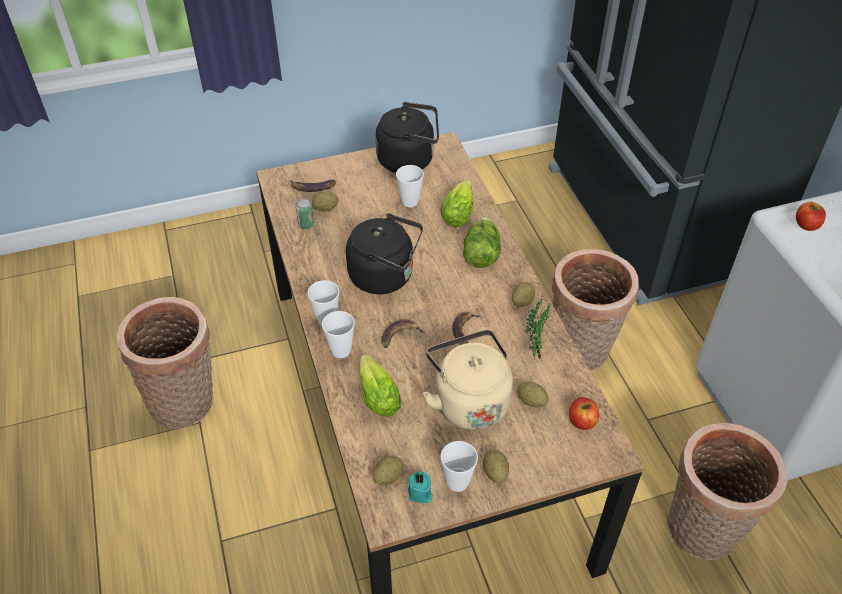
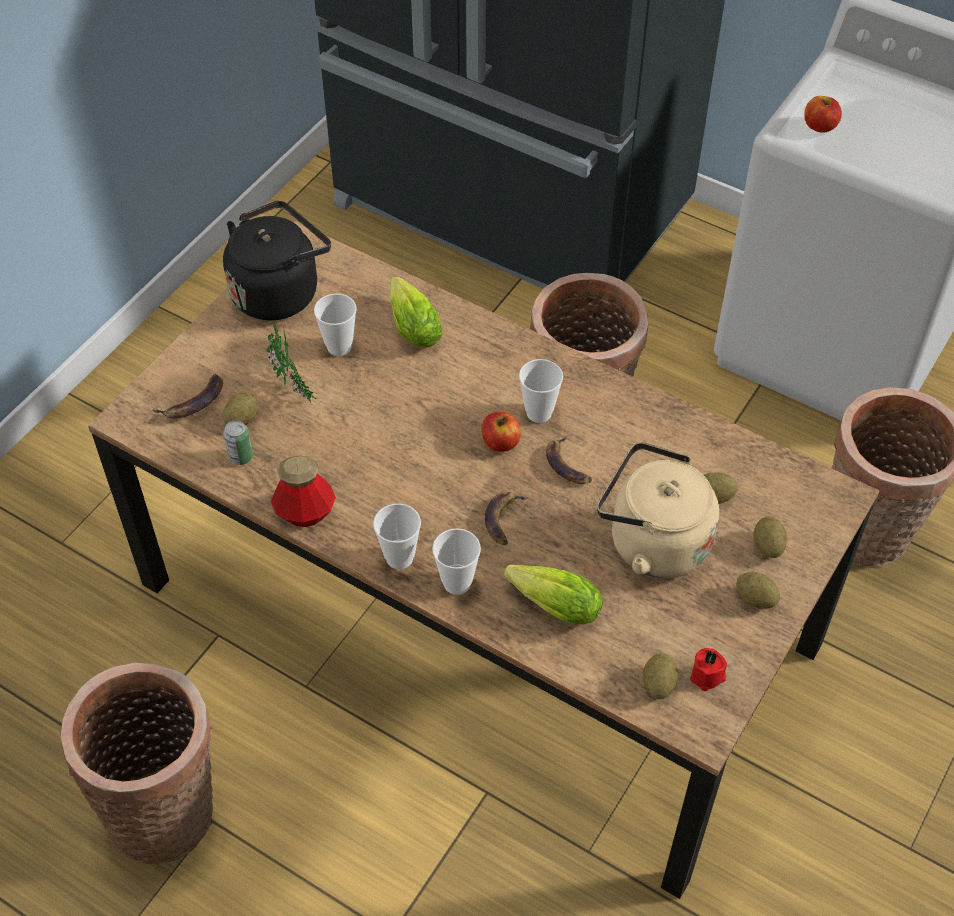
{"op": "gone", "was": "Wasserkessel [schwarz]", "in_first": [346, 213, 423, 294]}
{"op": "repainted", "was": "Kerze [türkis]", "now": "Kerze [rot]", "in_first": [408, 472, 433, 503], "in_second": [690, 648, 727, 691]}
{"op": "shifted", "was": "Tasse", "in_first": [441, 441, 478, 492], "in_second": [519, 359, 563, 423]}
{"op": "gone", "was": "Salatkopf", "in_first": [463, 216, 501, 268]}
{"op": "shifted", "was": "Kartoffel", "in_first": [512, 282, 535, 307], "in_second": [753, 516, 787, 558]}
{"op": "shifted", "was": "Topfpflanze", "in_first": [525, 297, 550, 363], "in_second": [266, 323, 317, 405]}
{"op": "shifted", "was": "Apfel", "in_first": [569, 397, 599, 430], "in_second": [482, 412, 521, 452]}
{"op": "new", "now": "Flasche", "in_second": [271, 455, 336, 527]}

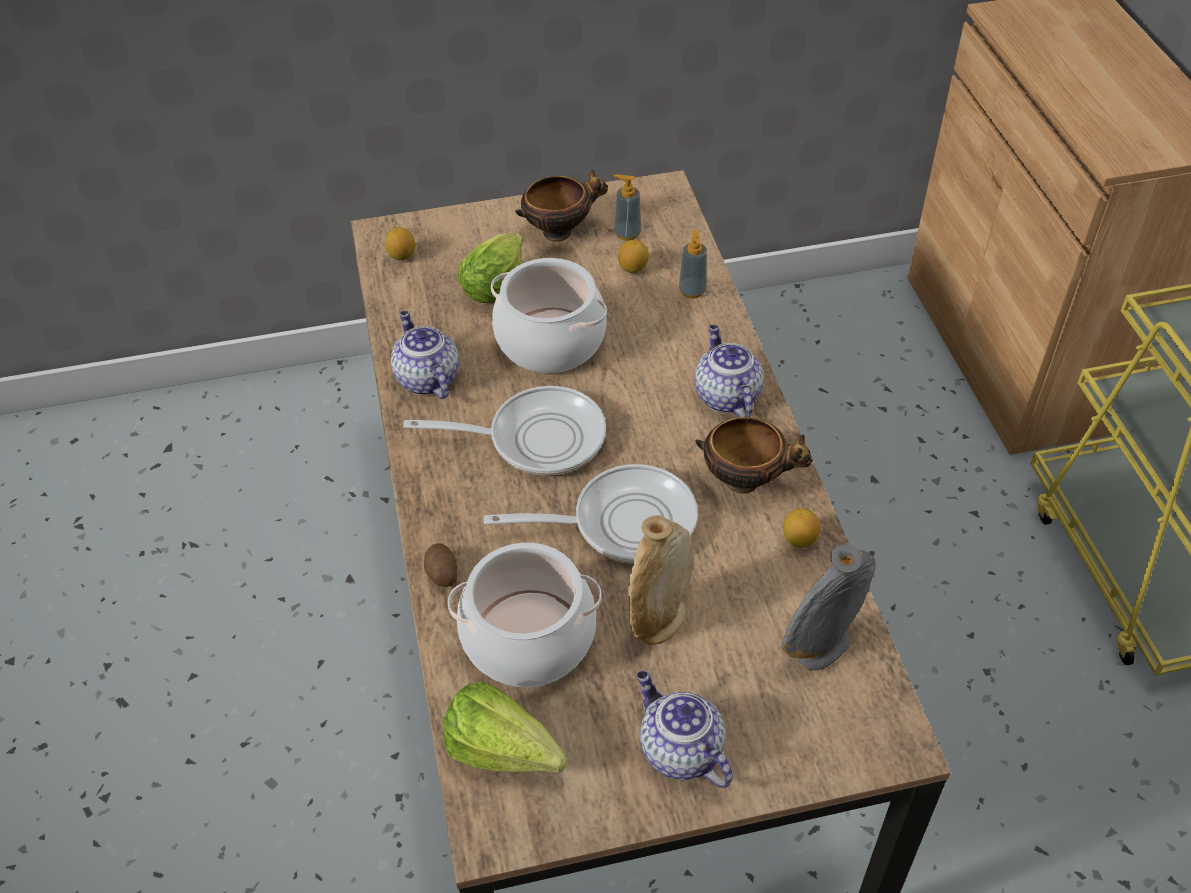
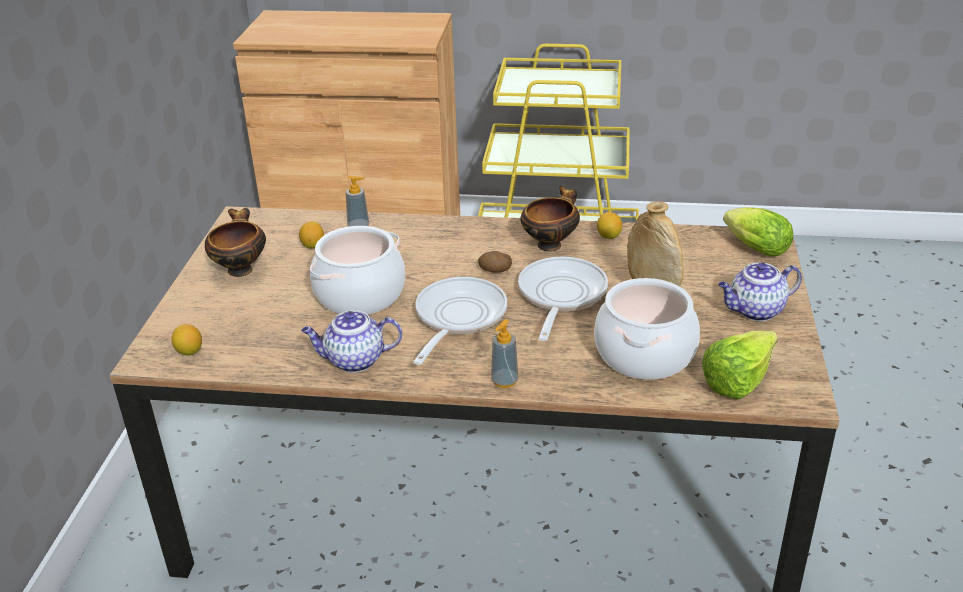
{"op": "shifted", "was": "Kartoffel", "in_first": [424, 543, 457, 587], "in_second": [478, 251, 512, 273]}
{"op": "shifted", "was": "Salatkopf", "in_first": [458, 232, 523, 303], "in_second": [723, 207, 793, 256]}
{"op": "shifted", "was": "Seifenspender", "in_first": [614, 174, 641, 241], "in_second": [491, 319, 518, 388]}
{"op": "gone", "was": "Teekanne", "in_first": [695, 325, 764, 417]}
{"op": "gone", "was": "Vase [grau]", "in_first": [781, 545, 876, 670]}

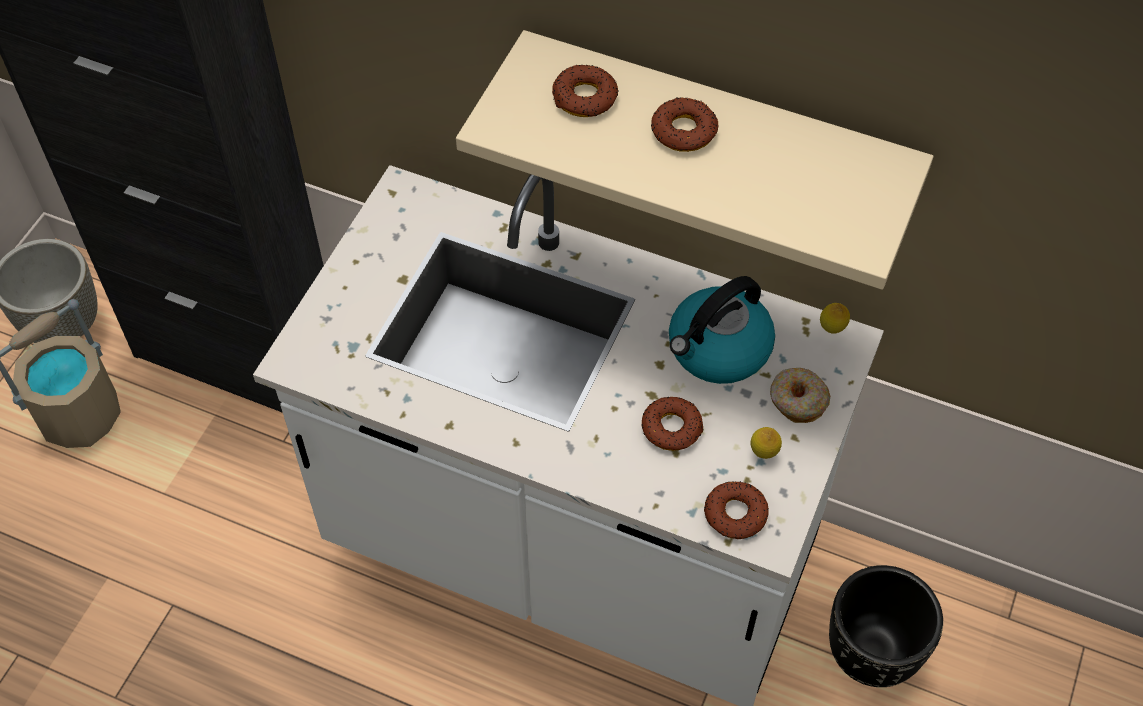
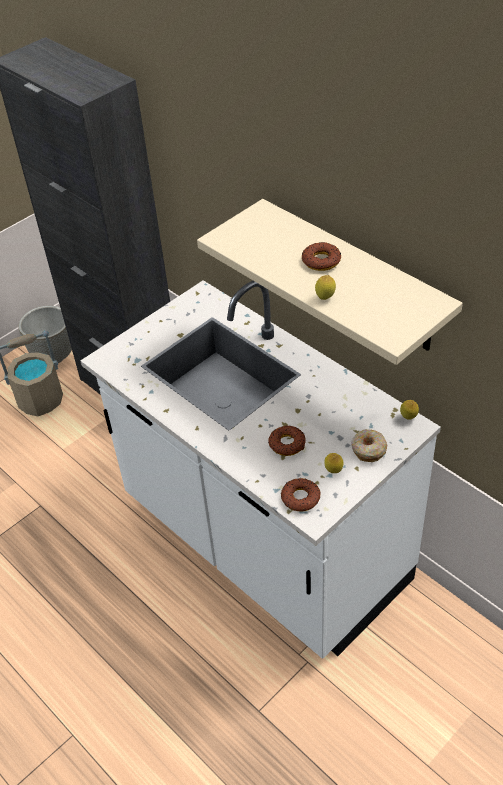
{"op": "gone", "was": "Donut", "in_first": [552, 65, 619, 117]}
{"op": "gone", "was": "Wasserkessel", "in_first": [669, 276, 775, 384]}
{"op": "gone", "was": "Pflanzkübel [schwarz]", "in_first": [829, 565, 943, 687]}
{"op": "new", "now": "Zitrone", "in_second": [315, 275, 336, 300]}

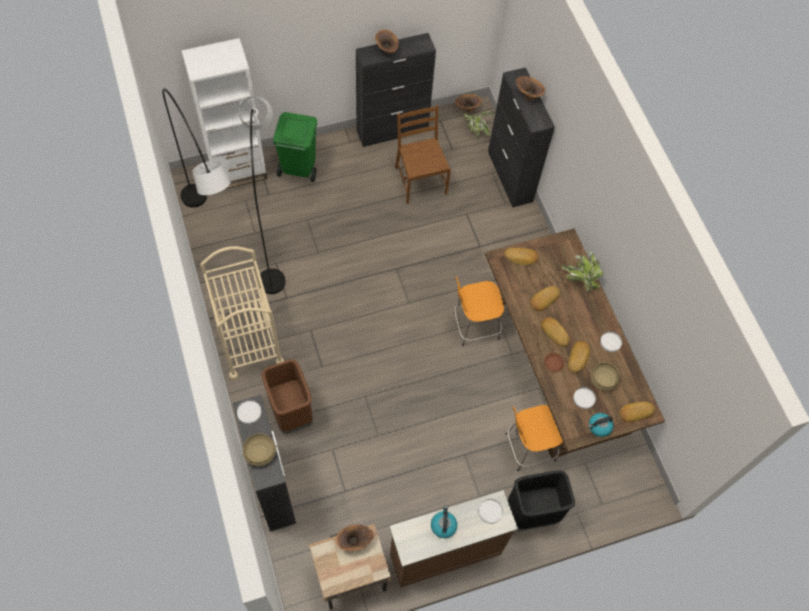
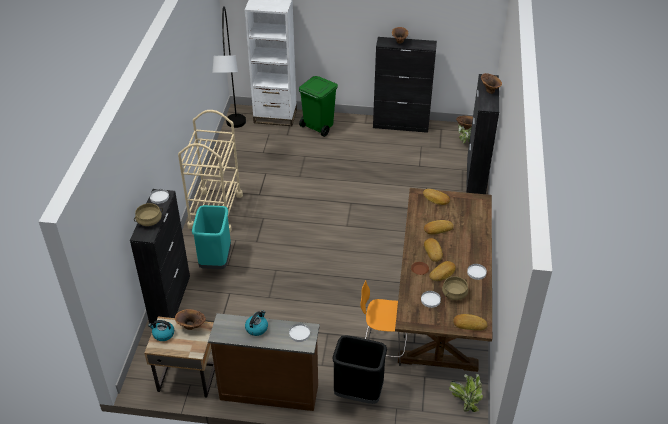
{"op": "gone", "was": "Stehlampe [grau]", "in_first": [239, 96, 286, 294]}
{"op": "repainted", "was": "Mülleimer [braun]", "now": "Mülleimer [türkis]", "in_first": [262, 360, 313, 434], "in_second": [192, 205, 231, 269]}
{"op": "gone", "was": "Stuhl [braun]", "in_first": [395, 105, 451, 204]}
{"op": "gone", "was": "Hocker [orange]", "in_first": [454, 276, 504, 346]}
{"op": "shifted", "was": "Topfpflanze", "in_first": [562, 251, 603, 292], "in_second": [449, 374, 483, 412]}
{"op": "shifted", "was": "Wasserkessel", "in_first": [588, 413, 613, 437], "in_second": [148, 320, 174, 341]}

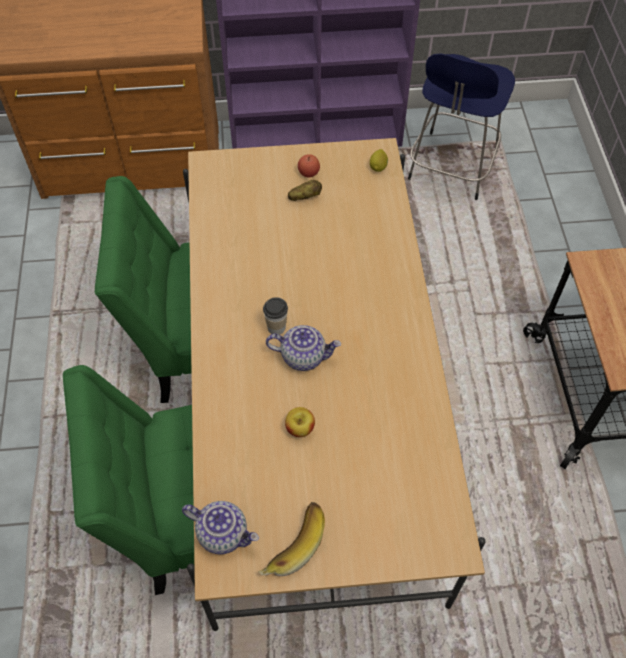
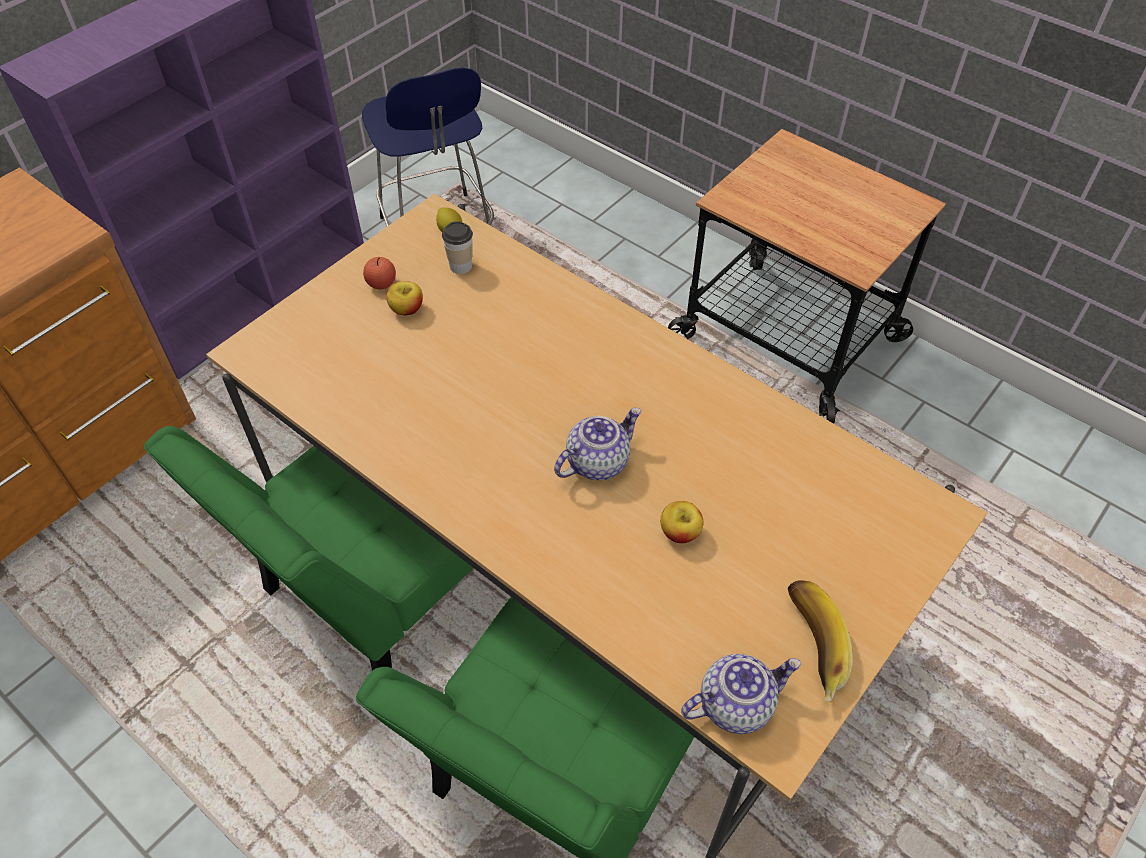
{"op": "shifted", "was": "Tasse", "in_first": [263, 297, 288, 335], "in_second": [442, 221, 473, 274]}
{"op": "swapped", "was": "Kartoffel", "now": "Apfel", "in_first": [288, 180, 322, 201], "in_second": [386, 281, 423, 315]}

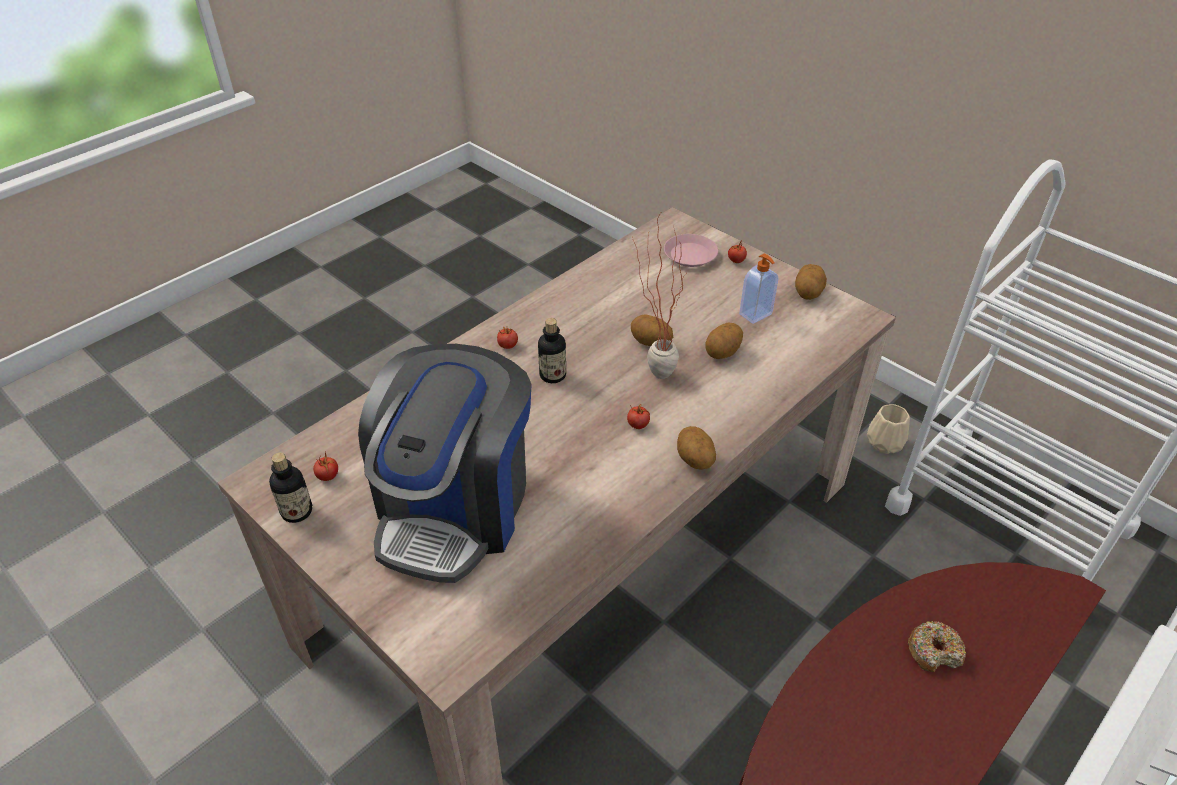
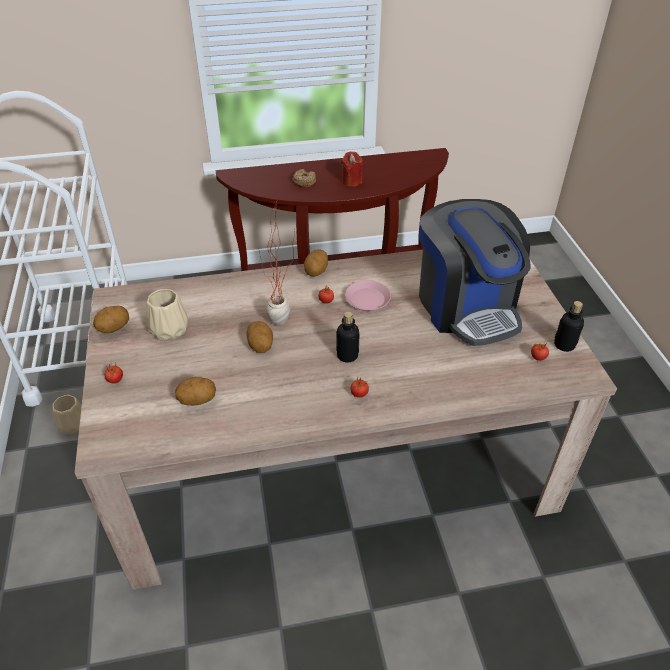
{"op": "rotated", "was": "Kaffeemaschine", "in_first": [358, 344, 532, 583], "in_second": [419, 199, 531, 346], "clockwise": 105}
{"op": "shifted", "was": "Teller [rosa]", "in_first": [664, 234, 718, 267], "in_second": [345, 280, 391, 311]}
{"op": "shifted", "was": "Kartoffel", "in_first": [705, 322, 743, 359], "in_second": [175, 377, 216, 406]}
{"op": "swapped", "was": "Seifenspender", "now": "Vase [beige]", "in_first": [739, 254, 778, 324], "in_second": [146, 289, 188, 340]}
{"op": "new", "now": "Kerze [rot]", "in_second": [341, 151, 363, 187]}

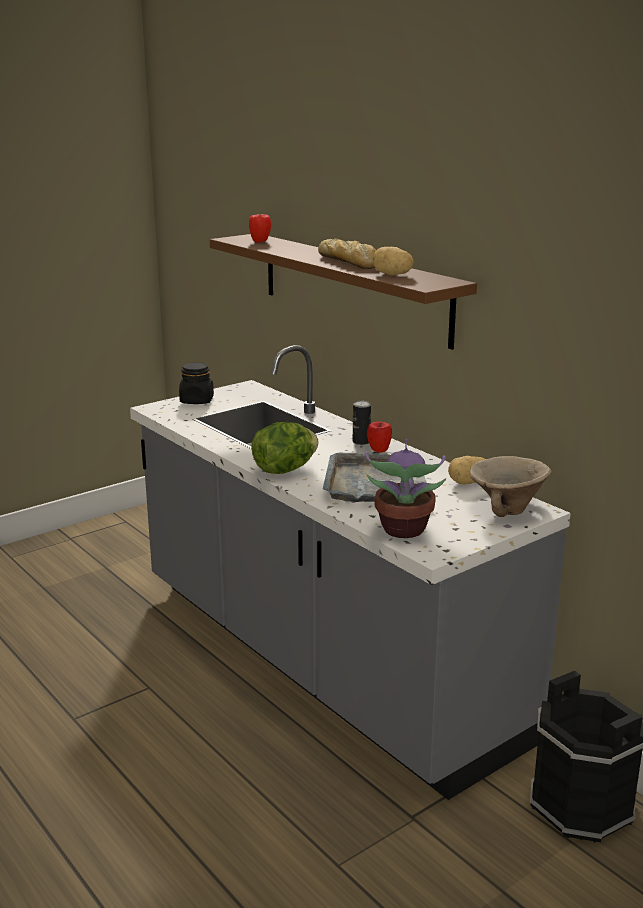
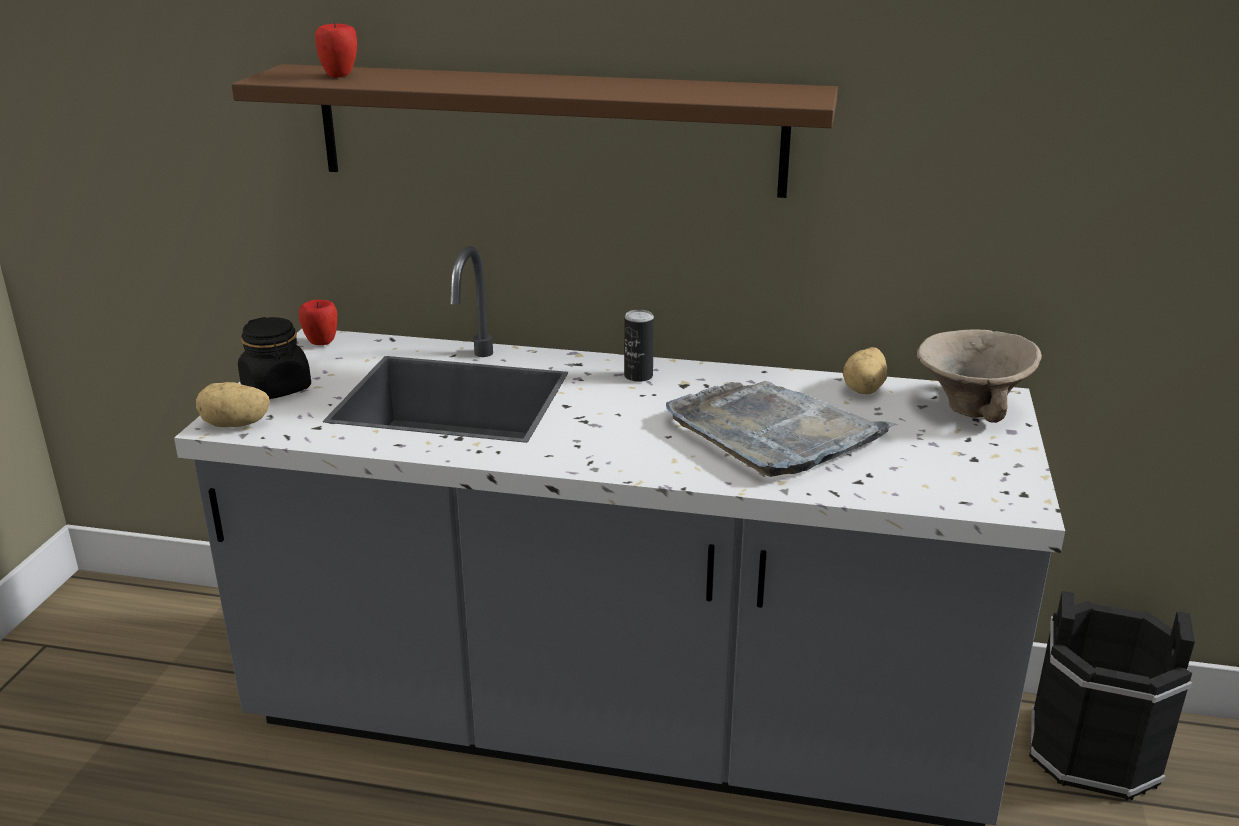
{"op": "gone", "was": "Salatkopf", "in_first": [251, 422, 318, 474]}
{"op": "gone", "was": "Brot", "in_first": [318, 238, 376, 269]}
{"op": "gone", "was": "Topfpflanze", "in_first": [365, 439, 446, 538]}
{"op": "shifted", "was": "Apfel", "in_first": [367, 422, 392, 453], "in_second": [299, 299, 337, 345]}
{"op": "shifted", "was": "Kartoffel", "in_first": [373, 247, 414, 275], "in_second": [196, 382, 270, 427]}

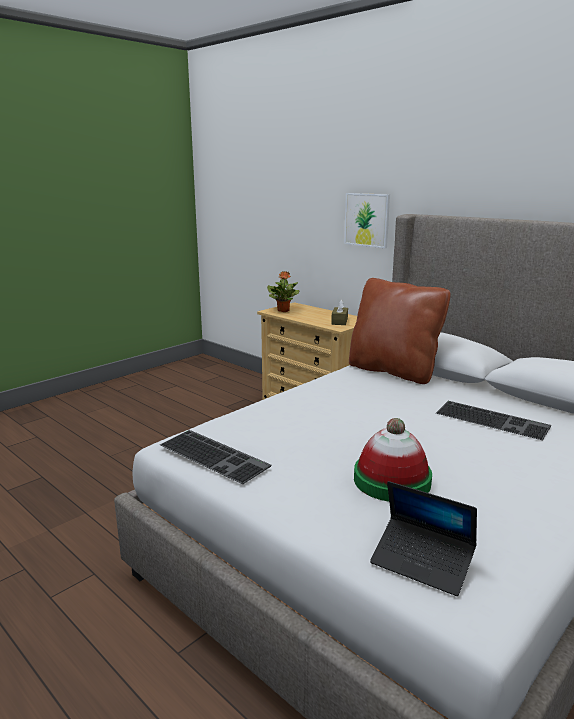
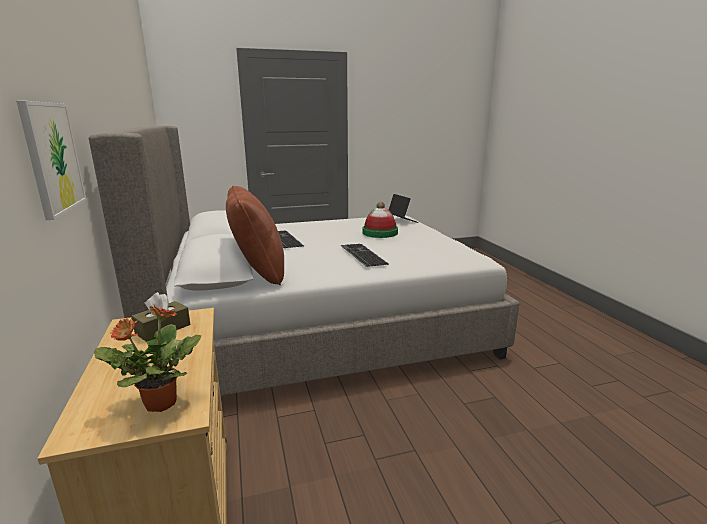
{"op": "shifted", "was": "Tastatur", "in_first": [160, 430, 271, 484], "in_second": [340, 244, 389, 267]}

